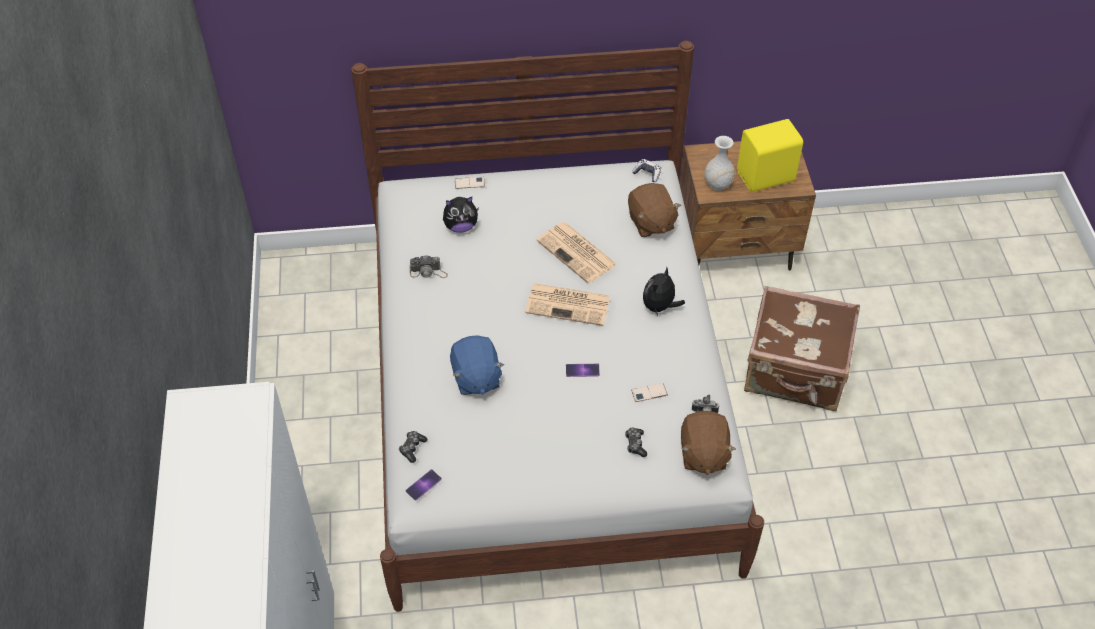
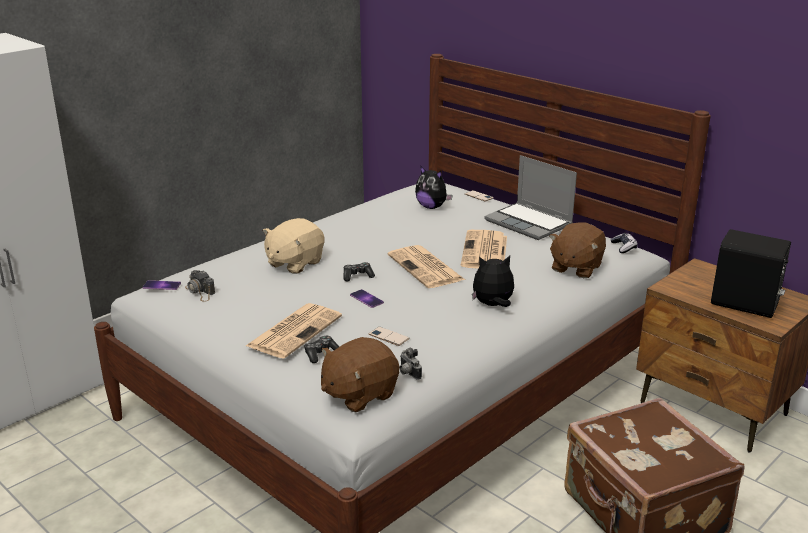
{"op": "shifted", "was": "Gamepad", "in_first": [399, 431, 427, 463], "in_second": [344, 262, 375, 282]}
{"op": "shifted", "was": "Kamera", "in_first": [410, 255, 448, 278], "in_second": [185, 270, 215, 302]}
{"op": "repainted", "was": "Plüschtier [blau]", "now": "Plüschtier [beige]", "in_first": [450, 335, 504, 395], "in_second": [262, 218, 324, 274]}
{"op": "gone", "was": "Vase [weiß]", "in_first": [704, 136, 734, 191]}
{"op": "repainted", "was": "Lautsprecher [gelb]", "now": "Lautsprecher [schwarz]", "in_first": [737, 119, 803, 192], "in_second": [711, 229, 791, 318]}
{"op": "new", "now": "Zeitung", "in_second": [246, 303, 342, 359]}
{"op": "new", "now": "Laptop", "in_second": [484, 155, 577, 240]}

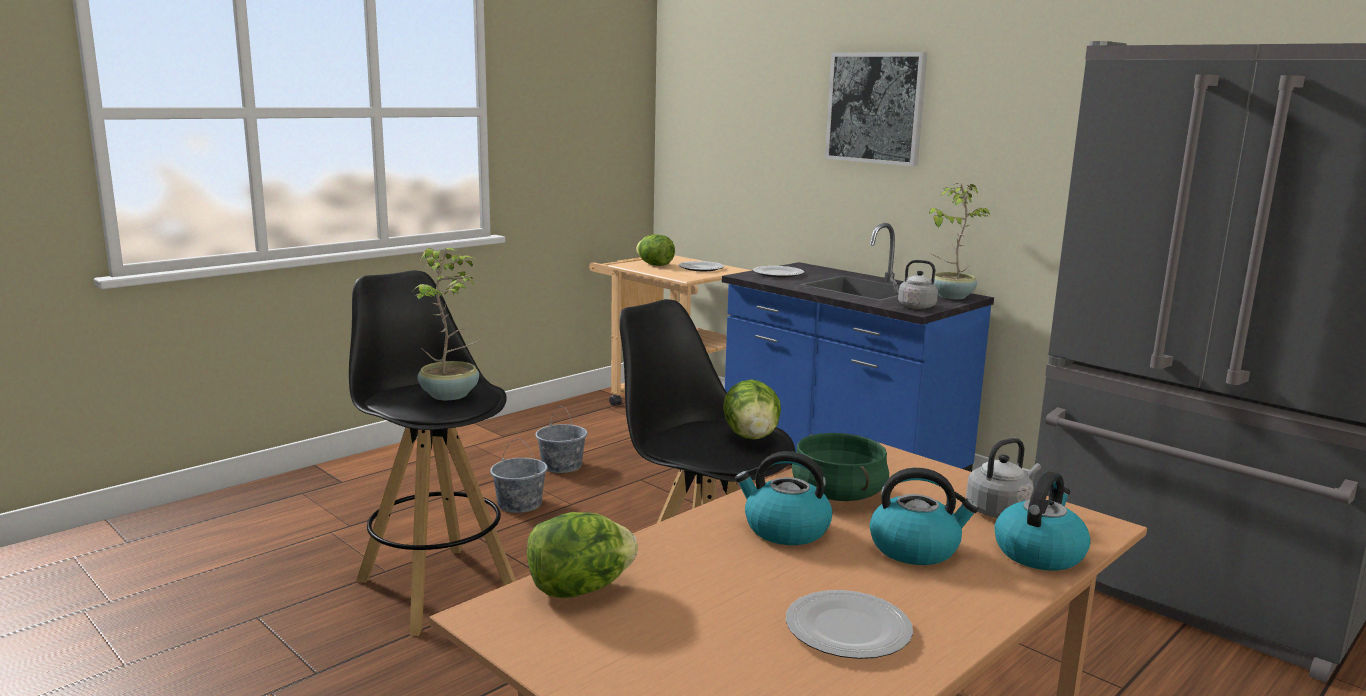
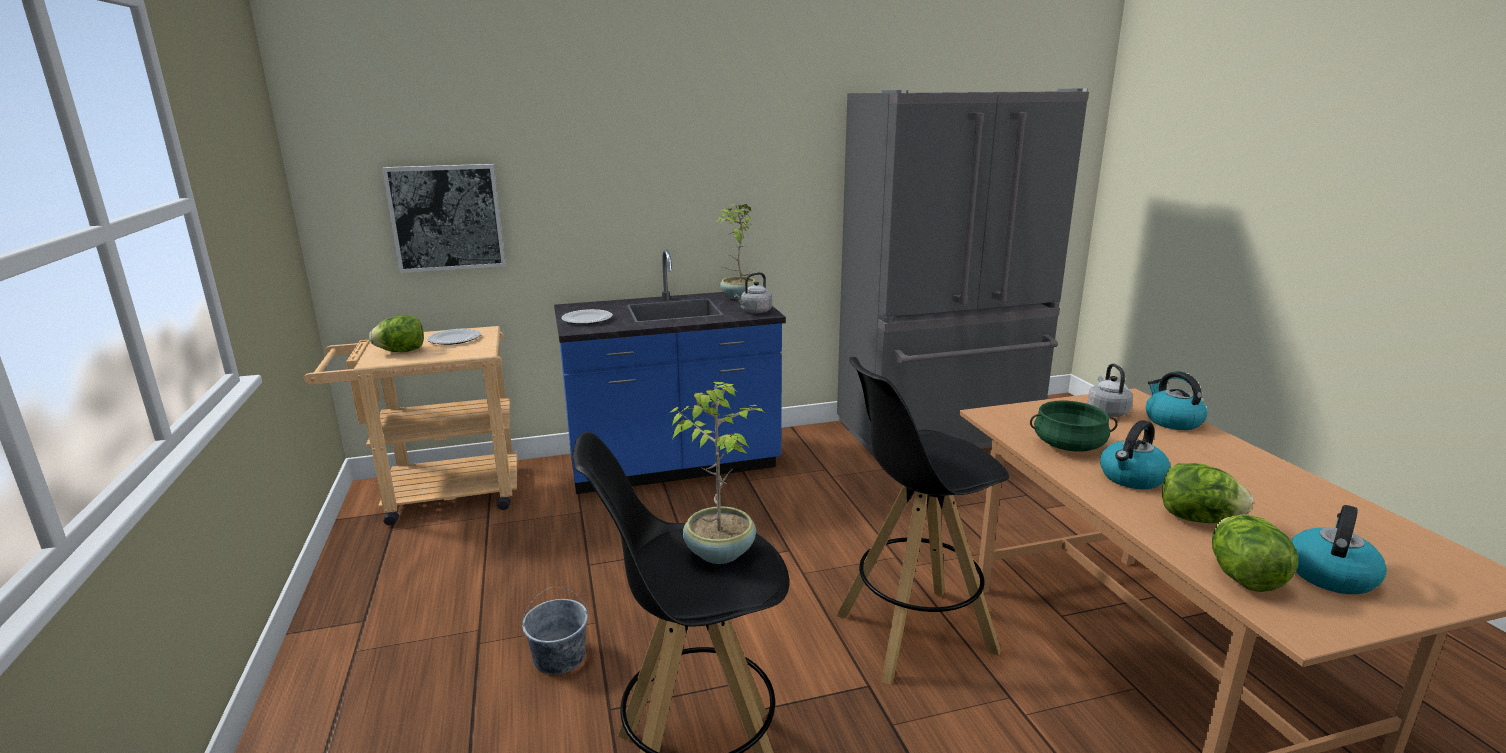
{"op": "gone", "was": "Eimer [grau]", "in_first": [535, 406, 588, 473]}
{"op": "shifted", "was": "Salatkopf", "in_first": [723, 379, 781, 440], "in_second": [1162, 463, 1253, 523]}
{"op": "gone", "was": "Teller", "in_first": [786, 590, 913, 659]}
{"op": "shifted", "was": "Bild", "in_first": [825, 52, 927, 166], "in_second": [382, 164, 506, 273]}
{"op": "shifted", "was": "Wasserkessel", "in_first": [870, 468, 979, 565], "in_second": [1291, 505, 1387, 594]}

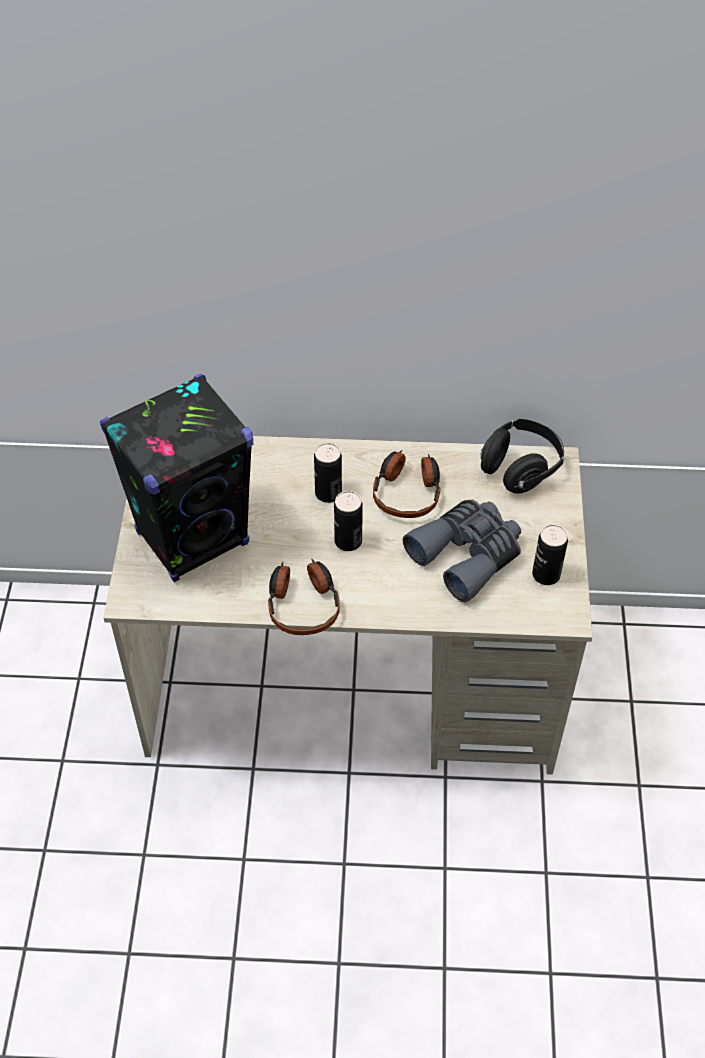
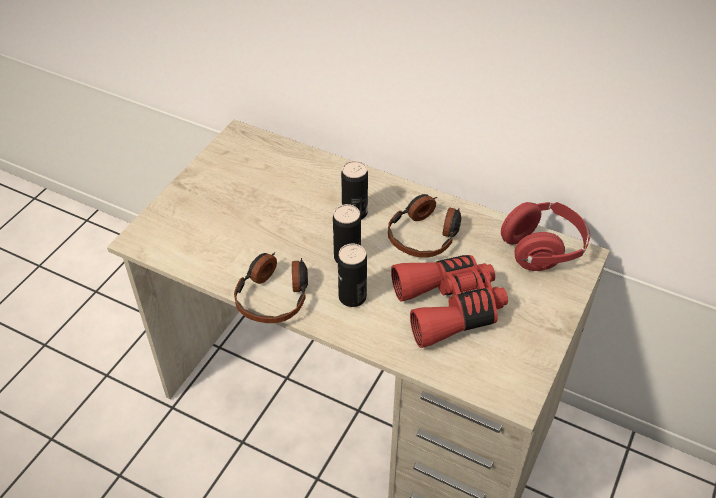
{"op": "gone", "was": "Lautsprecher [schwarz]", "in_first": [100, 374, 253, 582]}
{"op": "repainted", "was": "Fernglas [grau]", "now": "Fernglas [rot]", "in_first": [403, 500, 521, 603], "in_second": [391, 255, 508, 348]}
{"op": "repainted", "was": "Kopfhörer [schwarz]", "now": "Kopfhörer [rot]", "in_first": [480, 419, 564, 494], "in_second": [501, 202, 590, 271]}
{"op": "shifted", "was": "Dose", "in_first": [532, 525, 568, 585], "in_second": [338, 244, 367, 307]}

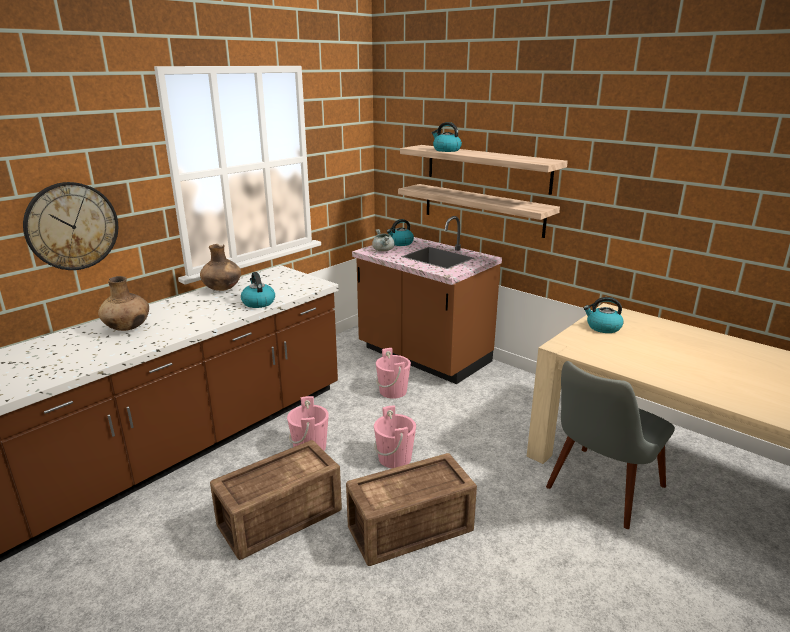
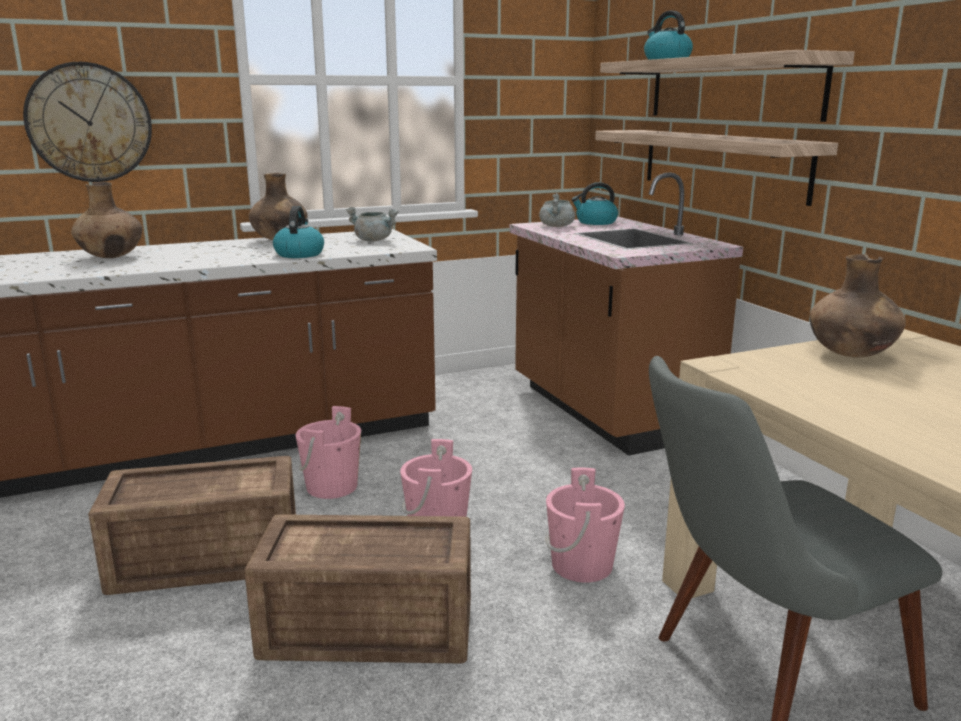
{"op": "shifted", "was": "Eimer [rosa]", "in_first": [376, 348, 411, 399], "in_second": [545, 468, 625, 583]}
{"op": "swapped", "was": "Wasserkessel", "now": "Vase [braun]", "in_first": [583, 297, 624, 333], "in_second": [810, 254, 906, 357]}
{"op": "new", "now": "Kochtopf [grau]", "in_second": [346, 207, 399, 241]}

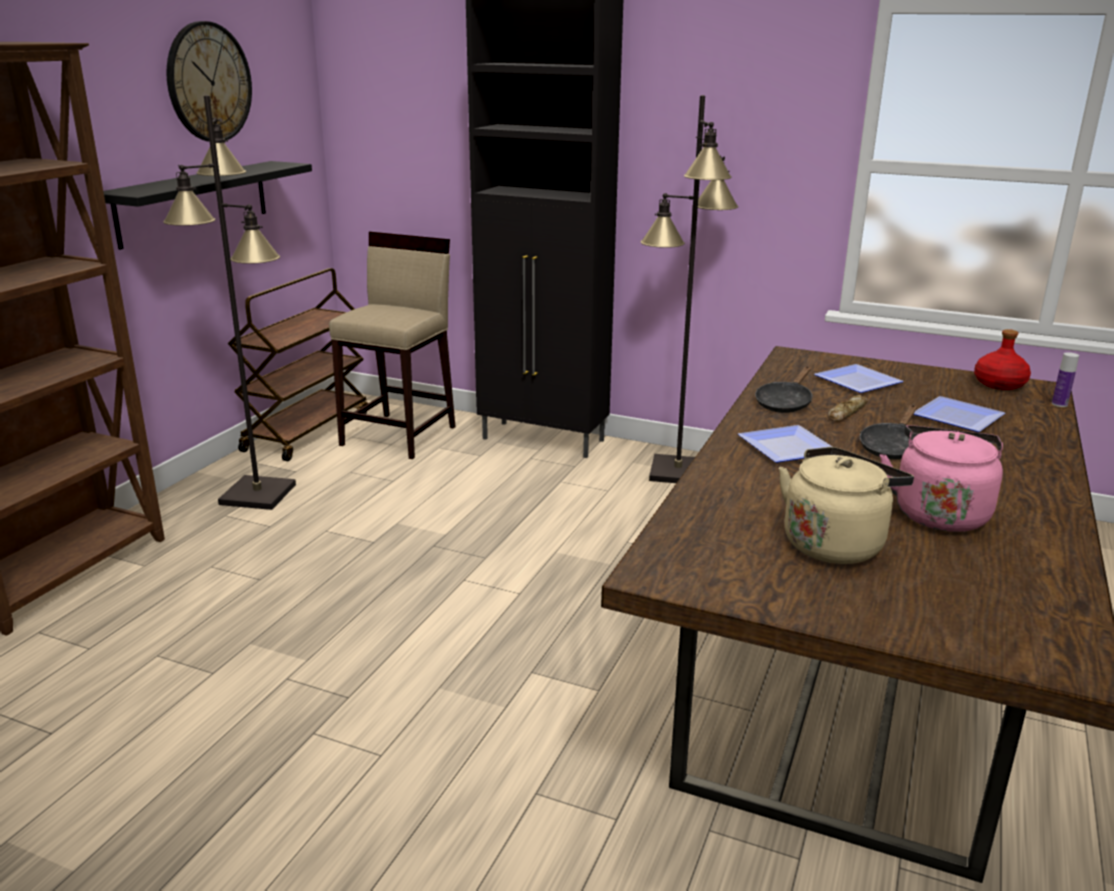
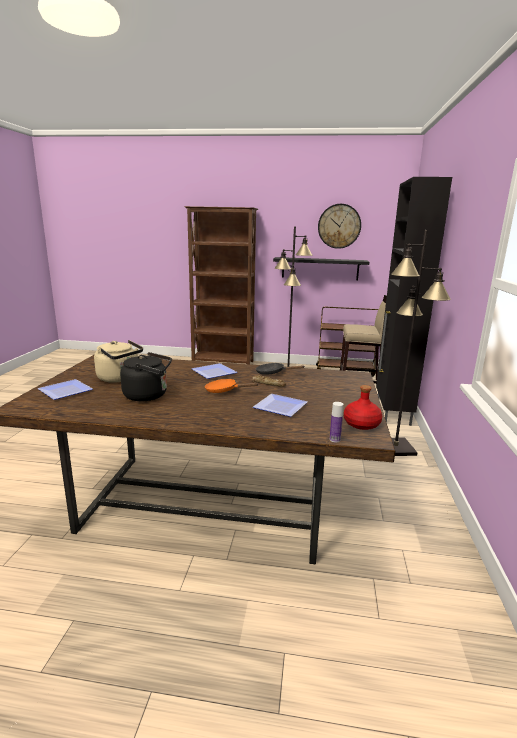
{"op": "shifted", "was": "Teller", "in_first": [814, 364, 904, 393], "in_second": [38, 379, 93, 400]}
{"op": "repainted", "was": "Pfanne [schwarz]", "now": "Pfanne [orange]", "in_first": [860, 405, 918, 460], "in_second": [205, 379, 259, 393]}
{"op": "repainted", "was": "Wasserkessel [rosa]", "now": "Wasserkessel [schwarz]", "in_first": [880, 425, 1003, 532], "in_second": [120, 352, 172, 401]}

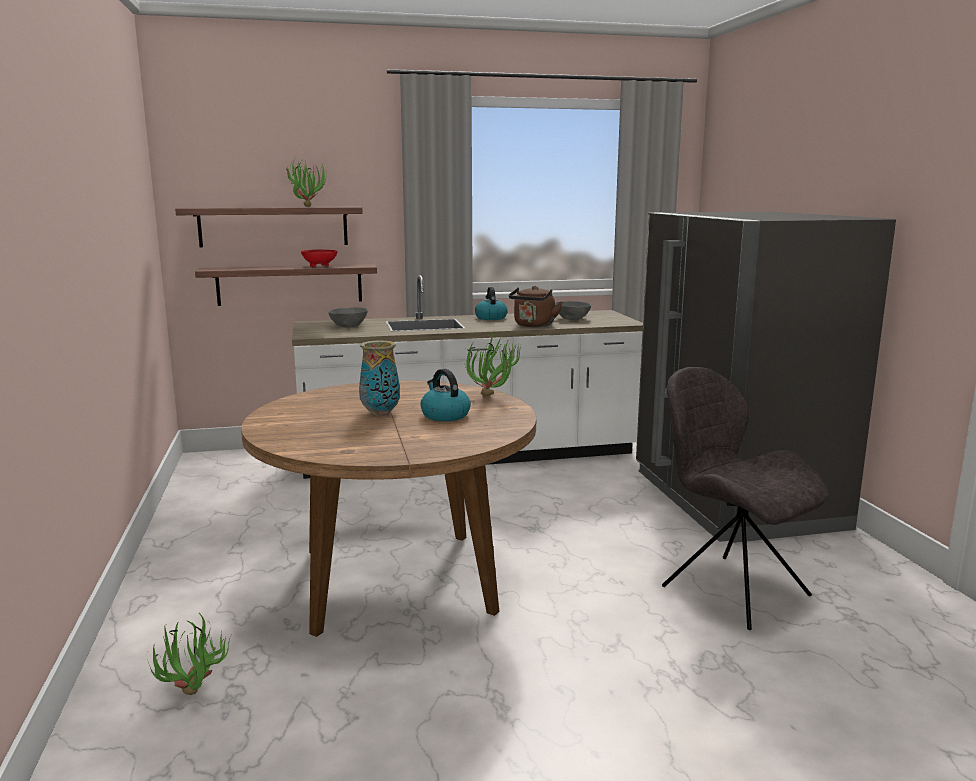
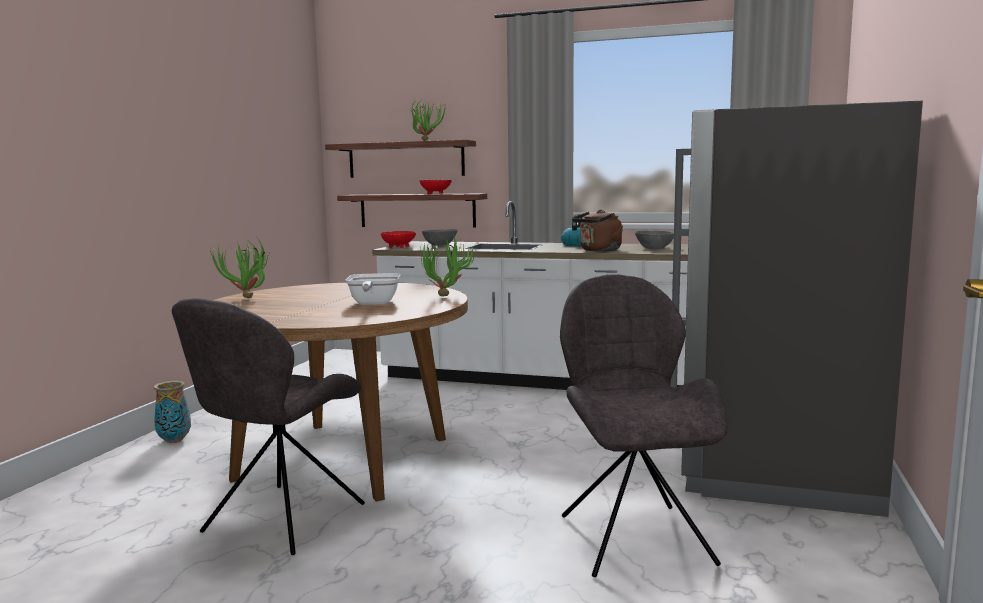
{"op": "shifted", "was": "Topfpflanze", "in_first": [147, 613, 232, 695], "in_second": [210, 236, 269, 298]}
{"op": "shifted", "was": "Vase", "in_first": [359, 341, 400, 416], "in_second": [154, 381, 191, 443]}
{"op": "swapped", "was": "Wasserkessel", "now": "Pfanne", "in_first": [420, 369, 471, 421], "in_second": [346, 273, 401, 305]}
{"op": "new", "now": "Stuhl [grau]", "in_second": [172, 298, 365, 555]}
{"op": "new", "now": "Schüssel [rot]", "in_second": [381, 231, 416, 248]}

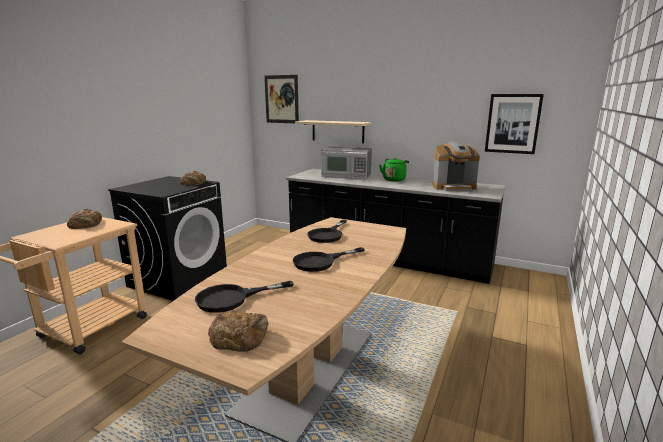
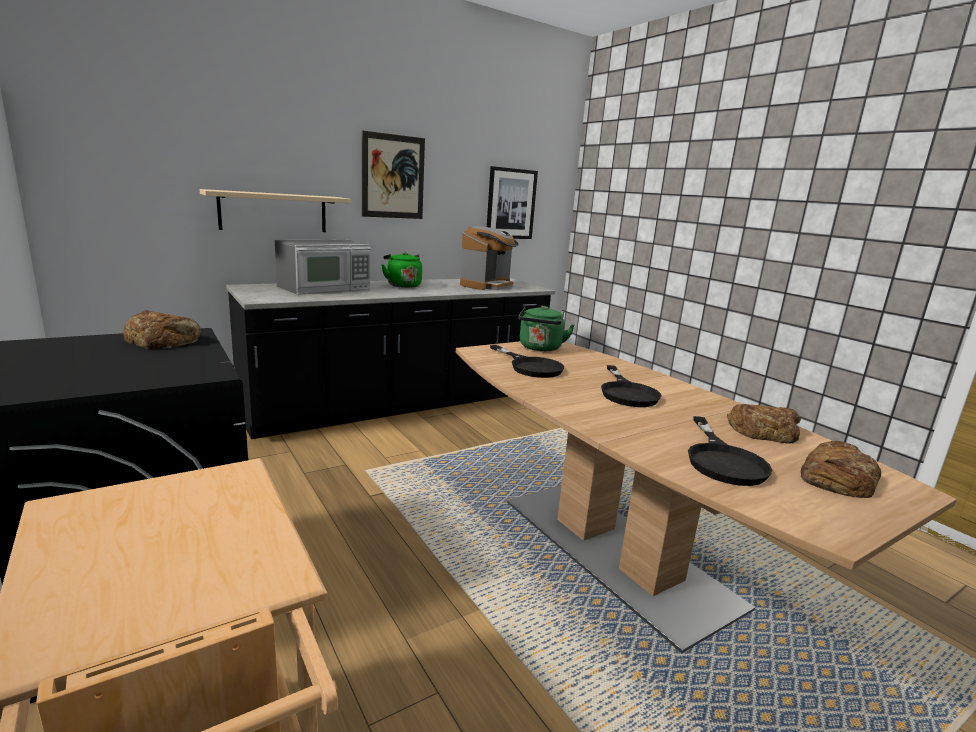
{"op": "shifted", "was": "Brot", "in_first": [67, 209, 102, 229], "in_second": [727, 404, 801, 444]}
{"op": "shifted", "was": "Bild", "in_first": [264, 75, 299, 123], "in_second": [362, 130, 425, 219]}
{"op": "new", "now": "Wasserkessel [grün]", "in_second": [519, 306, 575, 351]}

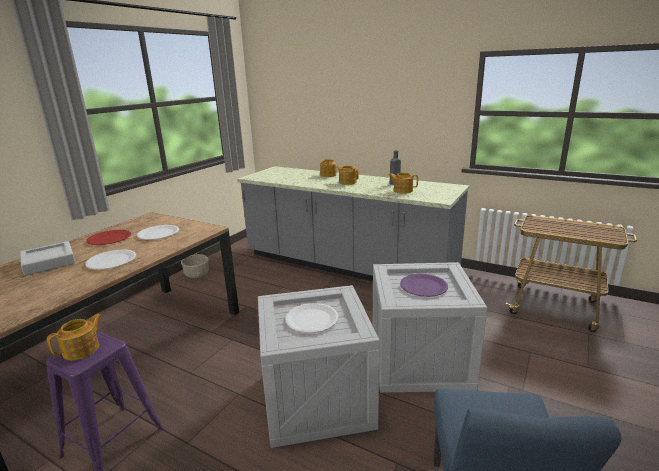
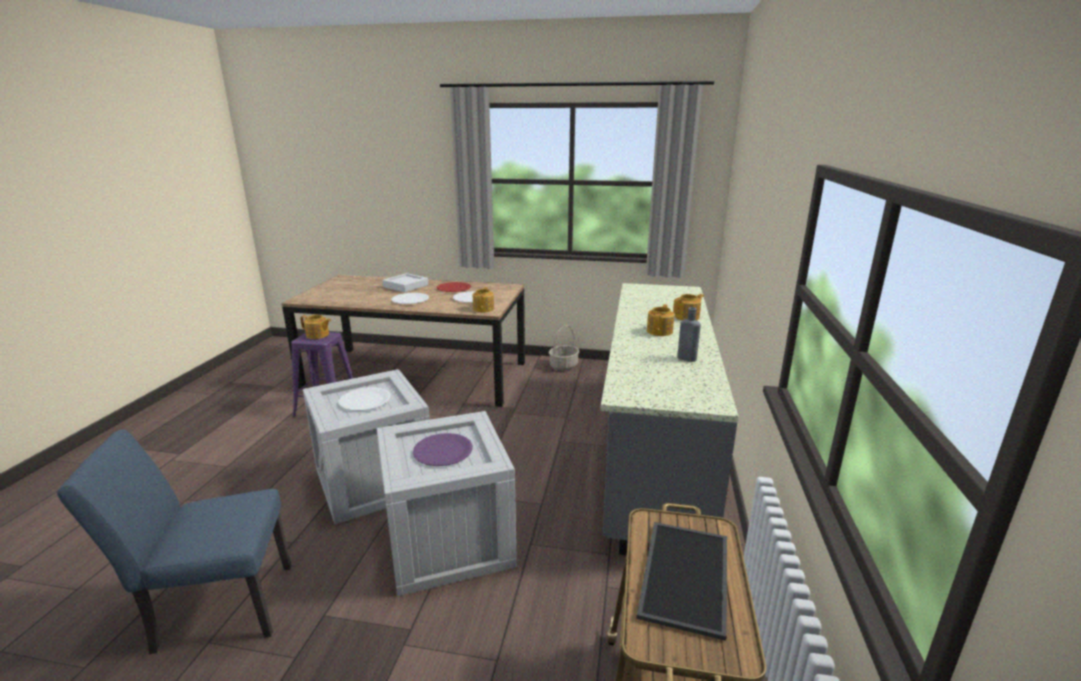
{"op": "shifted", "was": "Teekanne", "in_first": [389, 173, 418, 194], "in_second": [473, 287, 494, 312]}
{"op": "new", "now": "Tablett", "in_second": [636, 522, 727, 641]}

